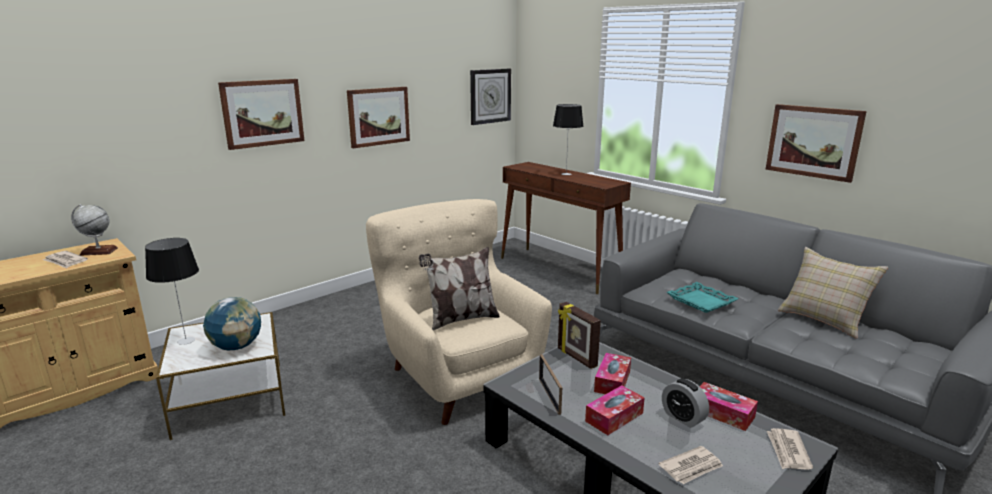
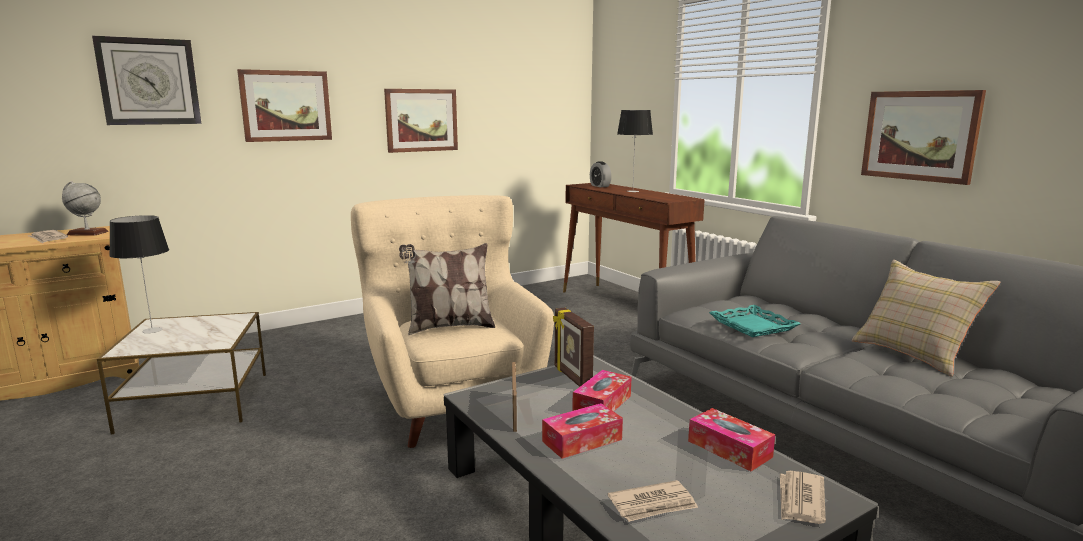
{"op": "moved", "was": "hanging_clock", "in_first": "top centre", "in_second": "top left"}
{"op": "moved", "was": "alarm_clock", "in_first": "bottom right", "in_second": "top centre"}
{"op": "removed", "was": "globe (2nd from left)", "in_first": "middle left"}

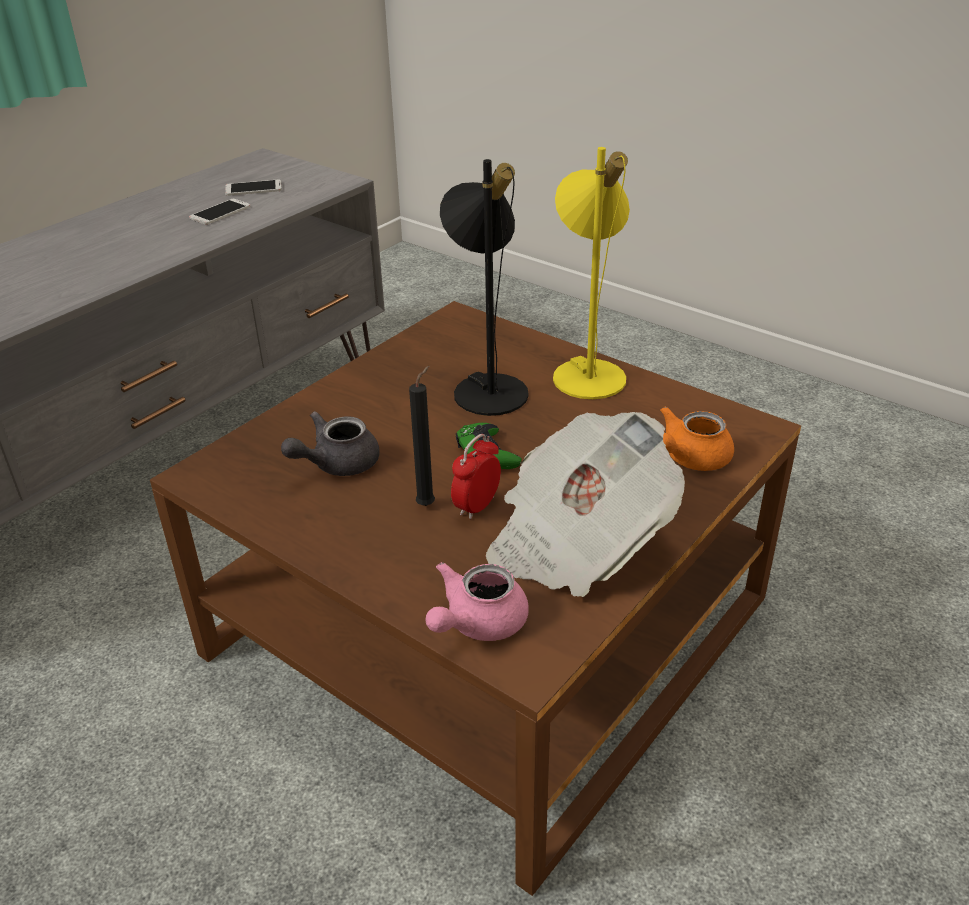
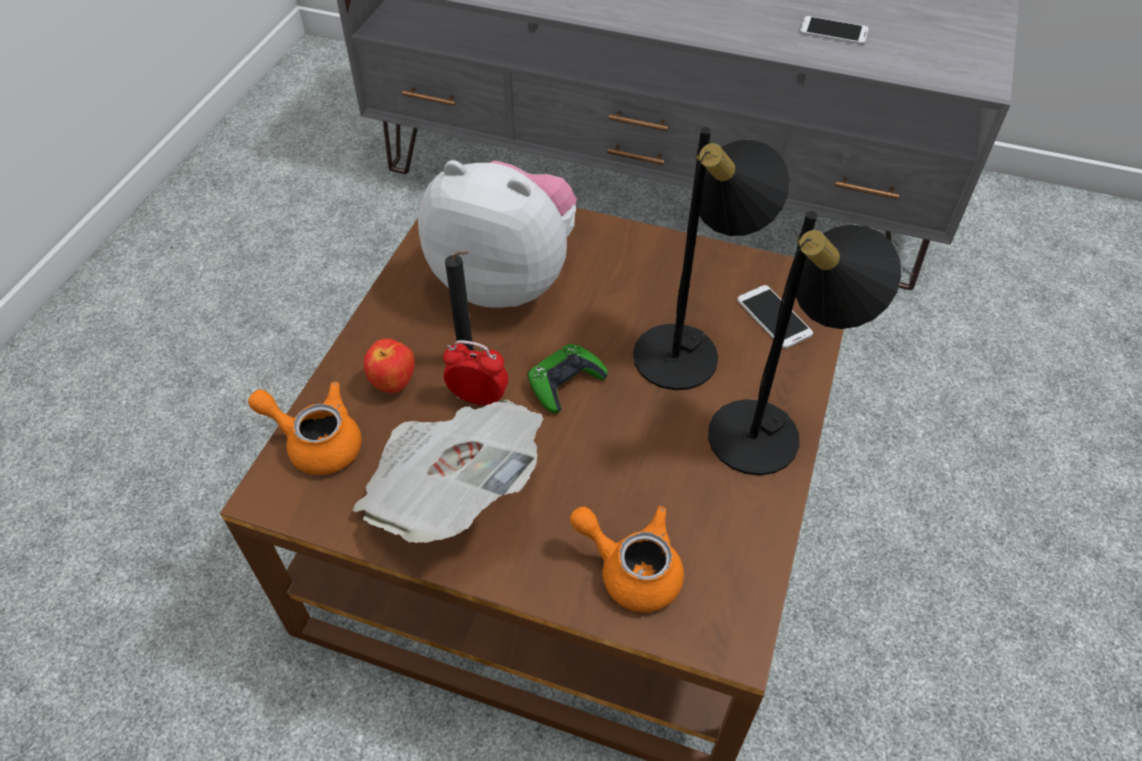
{"op": "recoloured", "was": "pink-coloured_pot_for_tea", "now": "orangey_pot_for_tea (1st from left)", "in_first": "centre", "in_second": "middle left"}
{"op": "added", "now": "apple", "in_second": "centre"}
{"op": "replaced", "was": "gray_pot_for_tea", "now": "cuddly_toy", "in_first": "centre", "in_second": "top centre"}
{"op": "recoloured", "was": "yellow-coloured_tabletop_lamp", "now": "black_tabletop_lamp (2nd from left)", "in_first": "top centre", "in_second": "middle right"}
{"op": "moved", "was": "telephone (2nd from left in the first image)", "now": "telephone (1st from left)", "in_first": "top left", "in_second": "middle right"}

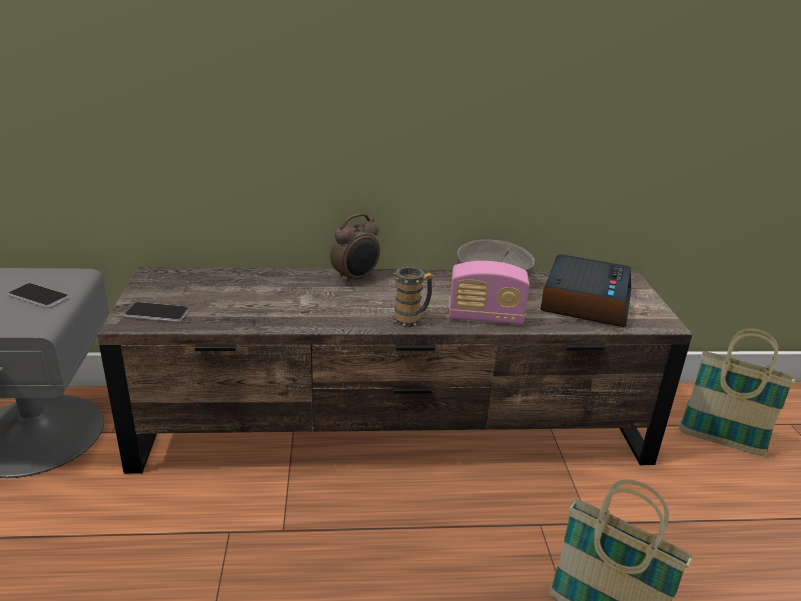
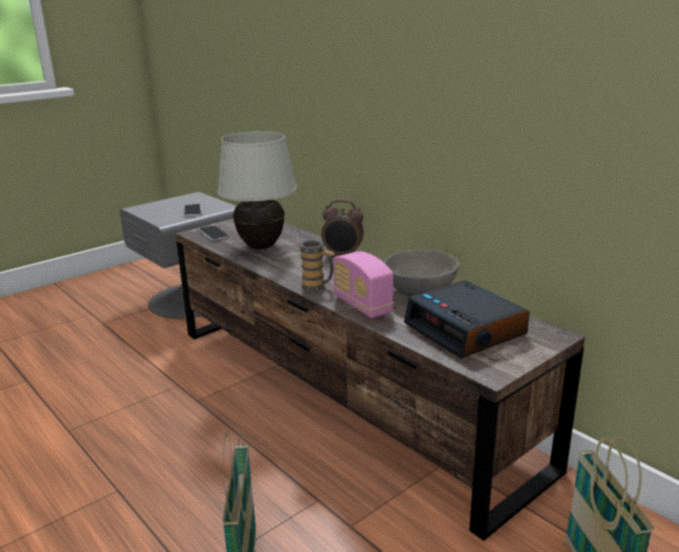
{"op": "added", "now": "whitish_tabletop_lamp", "in_second": "centre"}
{"op": "turned", "was": "alarm_clock (2nd from left)", "in_first": "middle right", "in_second": "middle right", "clockwise": 75}

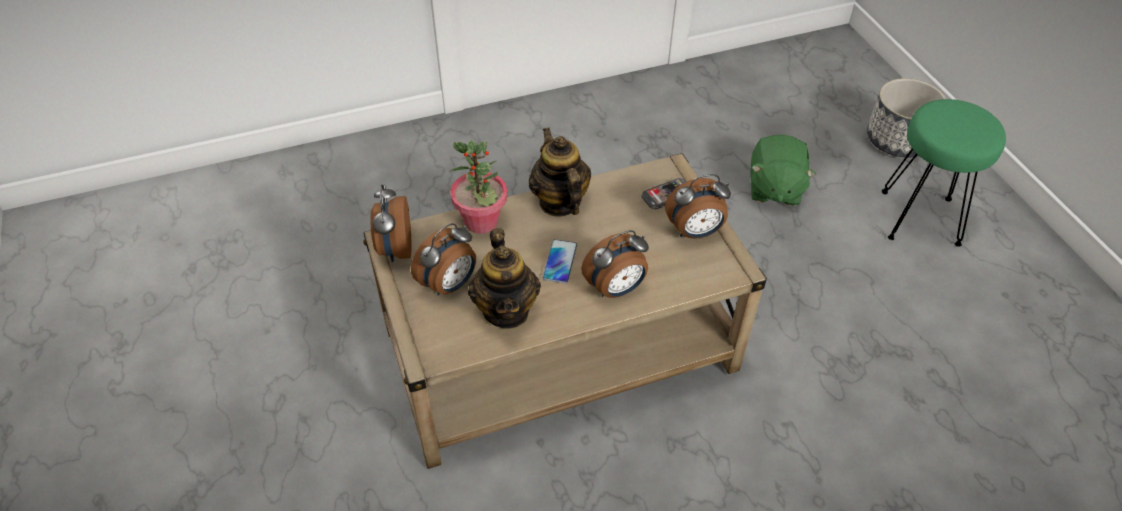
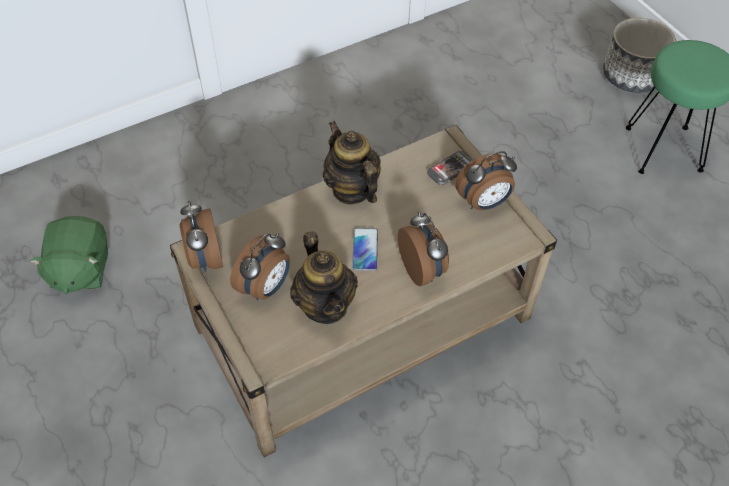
{"op": "moved", "was": "green-coloured_cuddly_toy", "in_first": "top right", "in_second": "middle left"}
{"op": "turned", "was": "alarm_clock (3rd from left)", "in_first": "centre", "in_second": "centre", "clockwise": -75}
{"op": "removed", "was": "plant_in_a_pot", "in_first": "centre"}

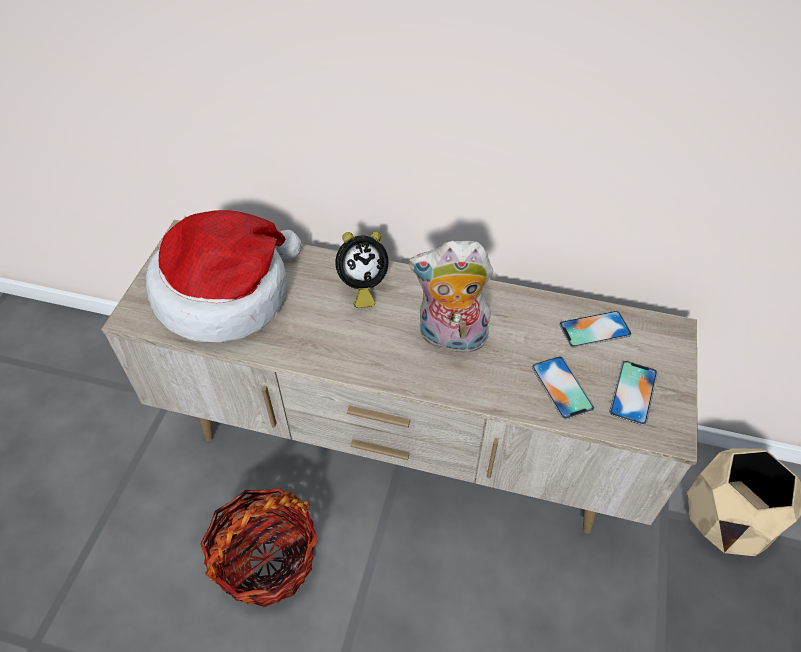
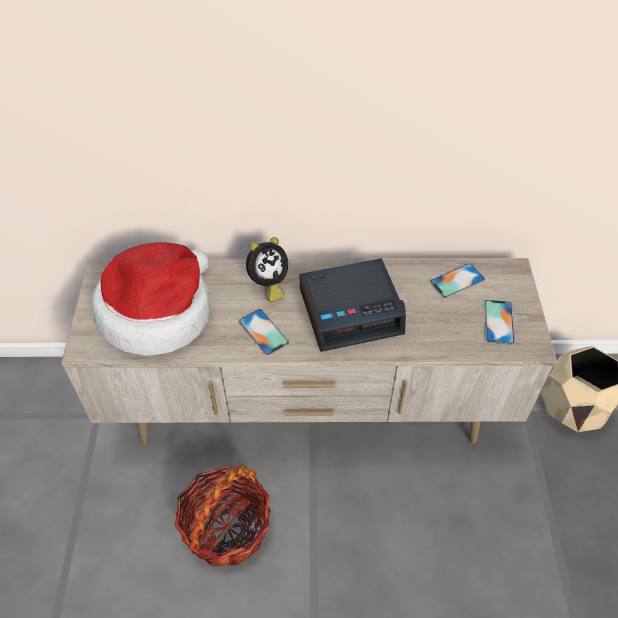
{"op": "moved", "was": "telephone (1st from left)", "in_first": "middle right", "in_second": "centre"}
{"op": "replaced", "was": "cuddly_toy", "now": "alarm_clock (2nd from left)", "in_first": "centre", "in_second": "centre"}

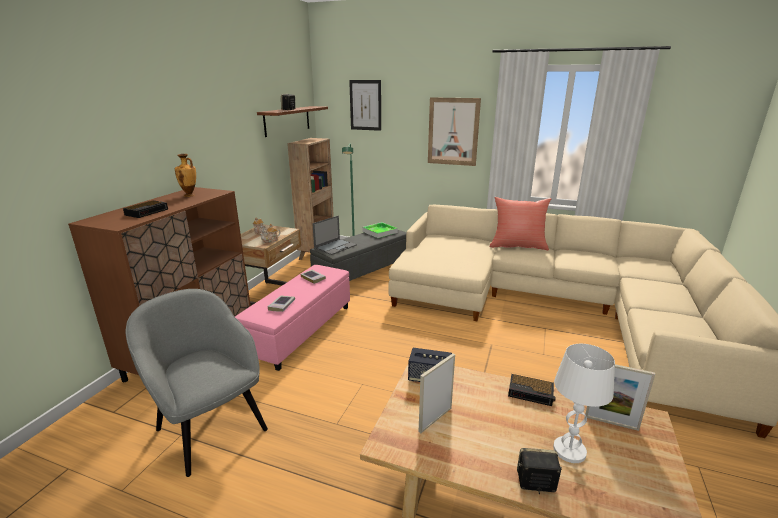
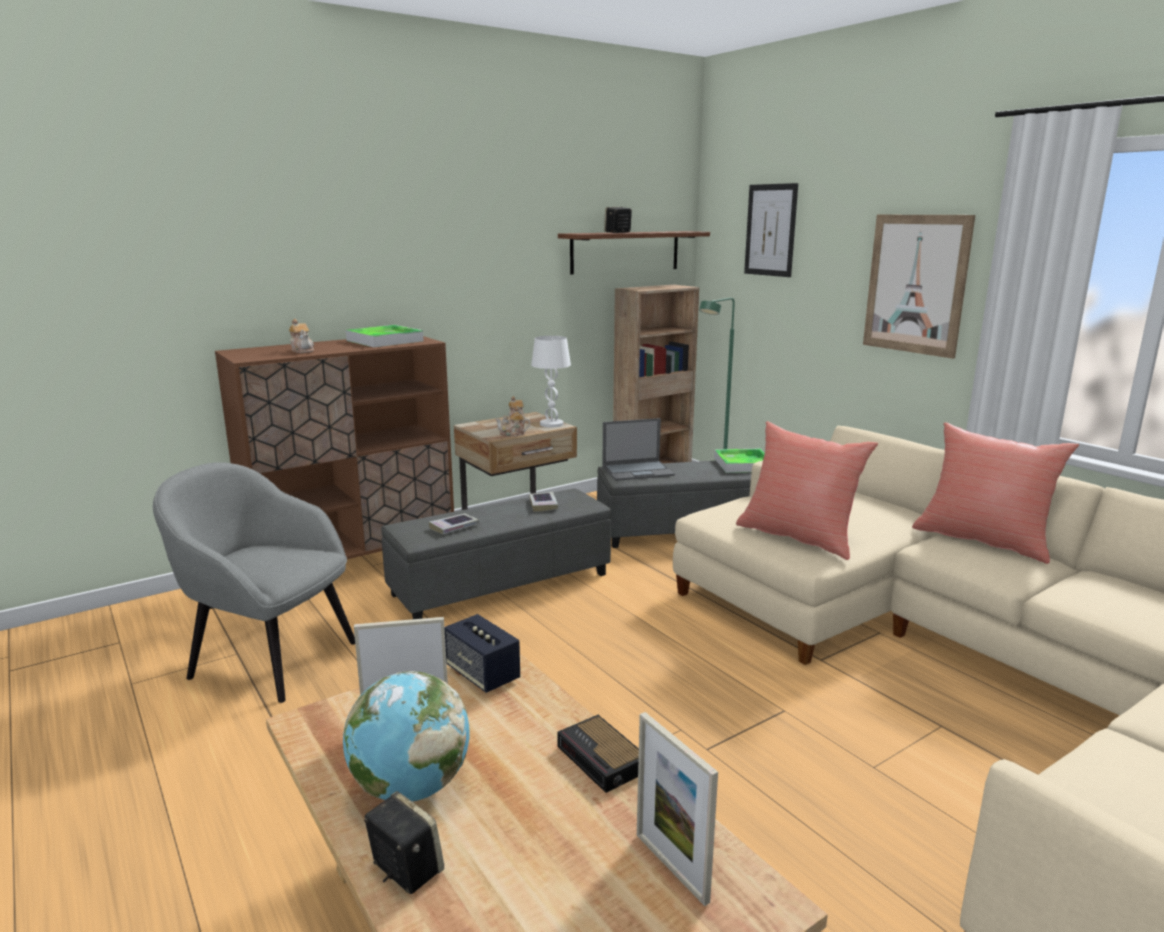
{"op": "turned", "was": "gray_lounge_chair", "in_first": "bottom left", "in_second": "middle left", "clockwise": -60}
{"op": "replaced", "was": "alarm_clock (1st from left)", "now": "pot_for_tea (1st from left)", "in_first": "middle left", "in_second": "middle left"}
{"op": "added", "now": "globe", "in_second": "bottom centre"}
{"op": "replaced", "was": "vase", "now": "serving_tray (1st from left)", "in_first": "middle left", "in_second": "middle left"}
{"op": "recoloured", "was": "pink-coloured_footrest", "now": "gray_footrest (1st from left)", "in_first": "centre", "in_second": "centre"}
{"op": "moved", "was": "whitish_tabletop_lamp", "in_first": "bottom right", "in_second": "centre"}
{"op": "added", "now": "red-coloured_pillow (1st from left)", "in_second": "middle right"}

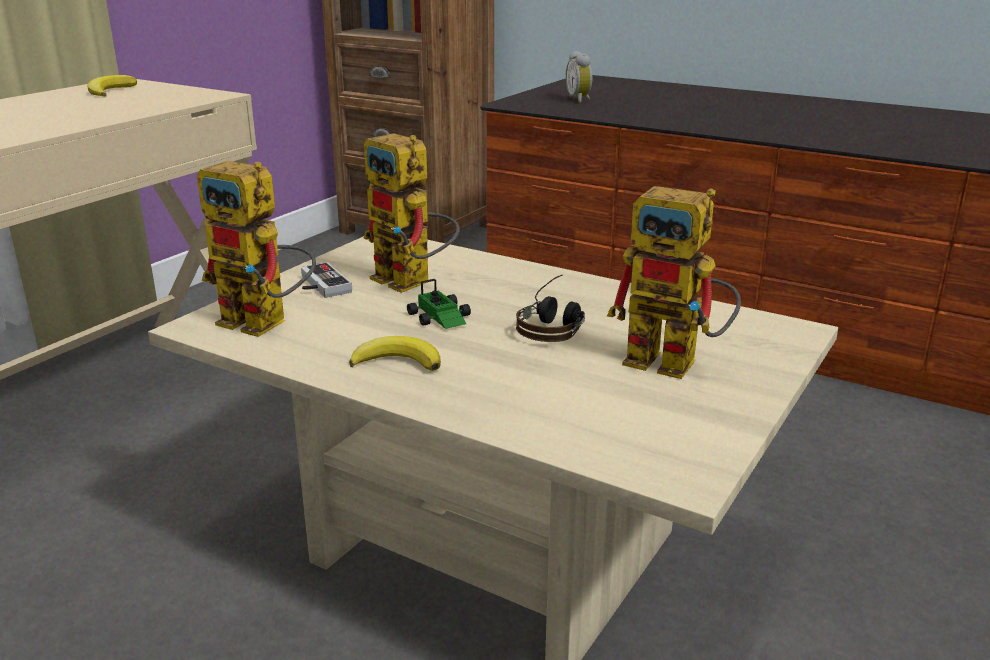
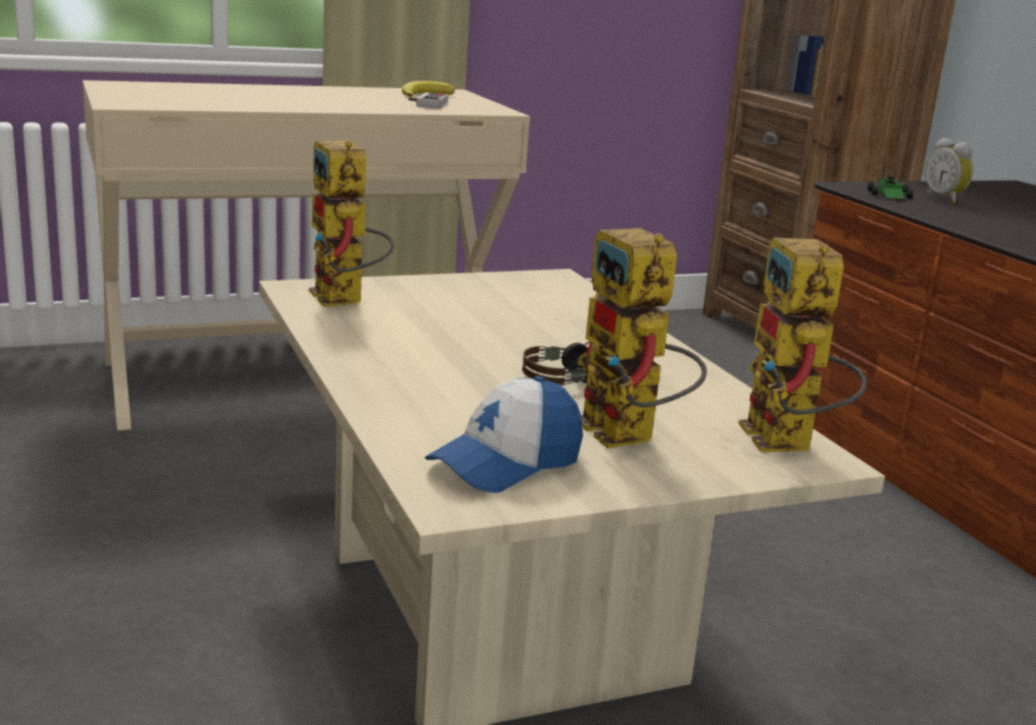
{"op": "moved", "was": "gamepad", "in_first": "middle left", "in_second": "top centre"}
{"op": "added", "now": "cap", "in_second": "centre"}
{"op": "moved", "was": "toy_robot (2nd from left in the first image)", "now": "toy_robot (3rd from left)", "in_first": "top centre", "in_second": "middle right"}
{"op": "moved", "was": "model_car", "in_first": "centre", "in_second": "top right"}
{"op": "turned", "was": "alarm_clock", "in_first": "top centre", "in_second": "top right", "clockwise": -45}
{"op": "removed", "was": "banana_fruit (2nd from left)", "in_first": "centre"}

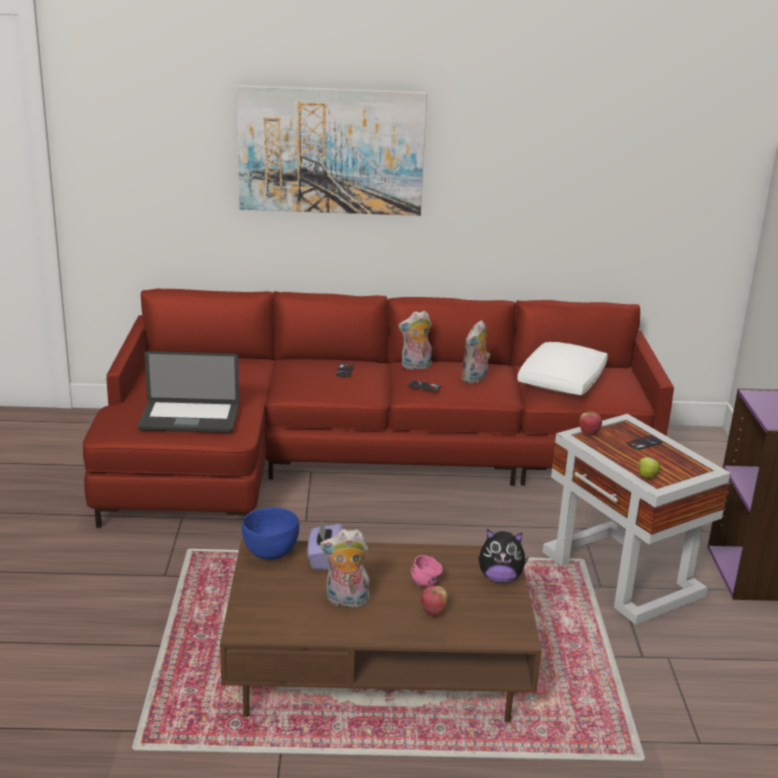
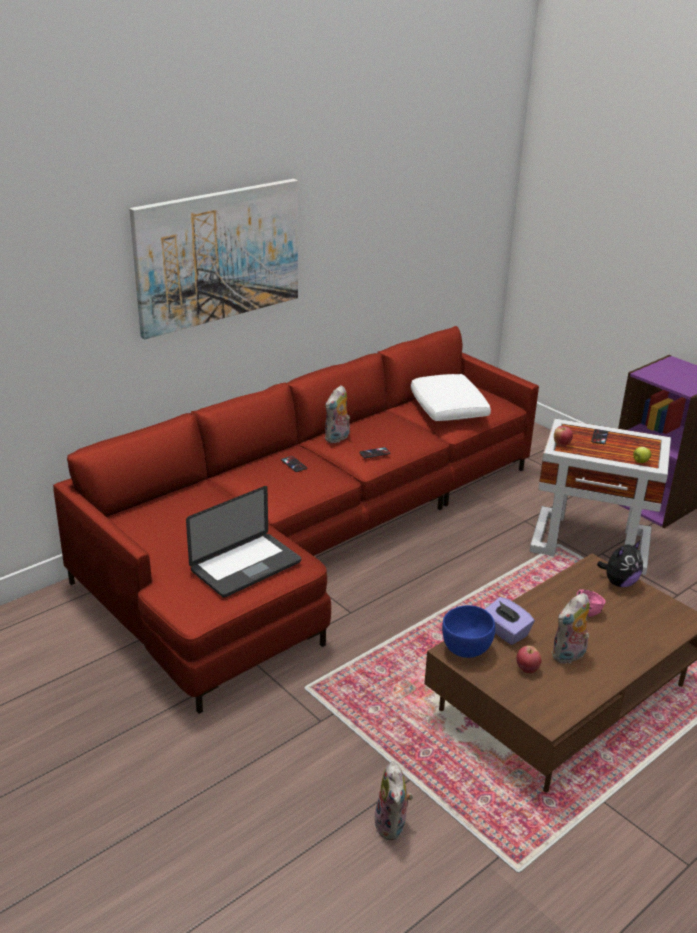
{"op": "moved", "was": "cuddly_toy (3rd from left in the first image)", "now": "cuddly_toy (2nd from left)", "in_first": "centre", "in_second": "bottom centre"}
{"op": "moved", "was": "apple (1st from left)", "in_first": "bottom centre", "in_second": "bottom right"}

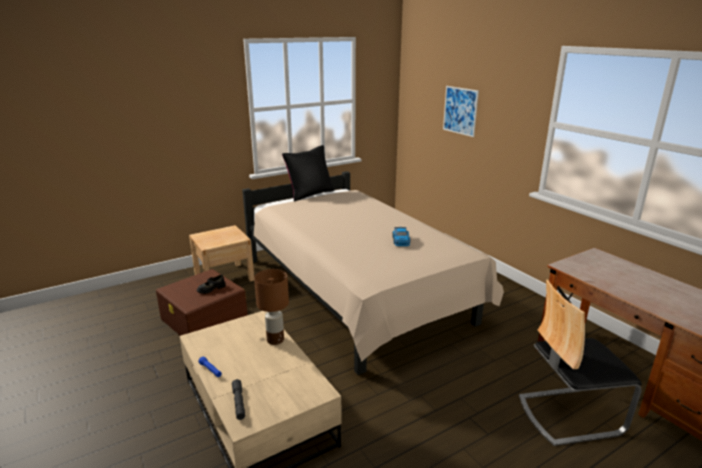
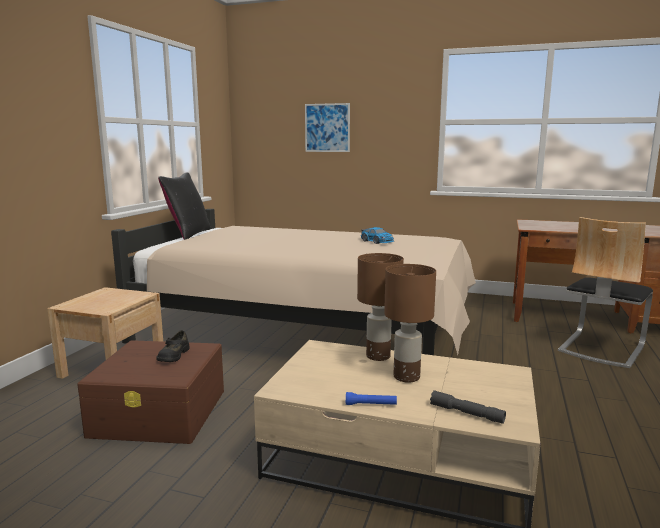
{"op": "added", "now": "brown-coloured_tabletop_lamp (2nd from left)", "in_second": "centre"}

